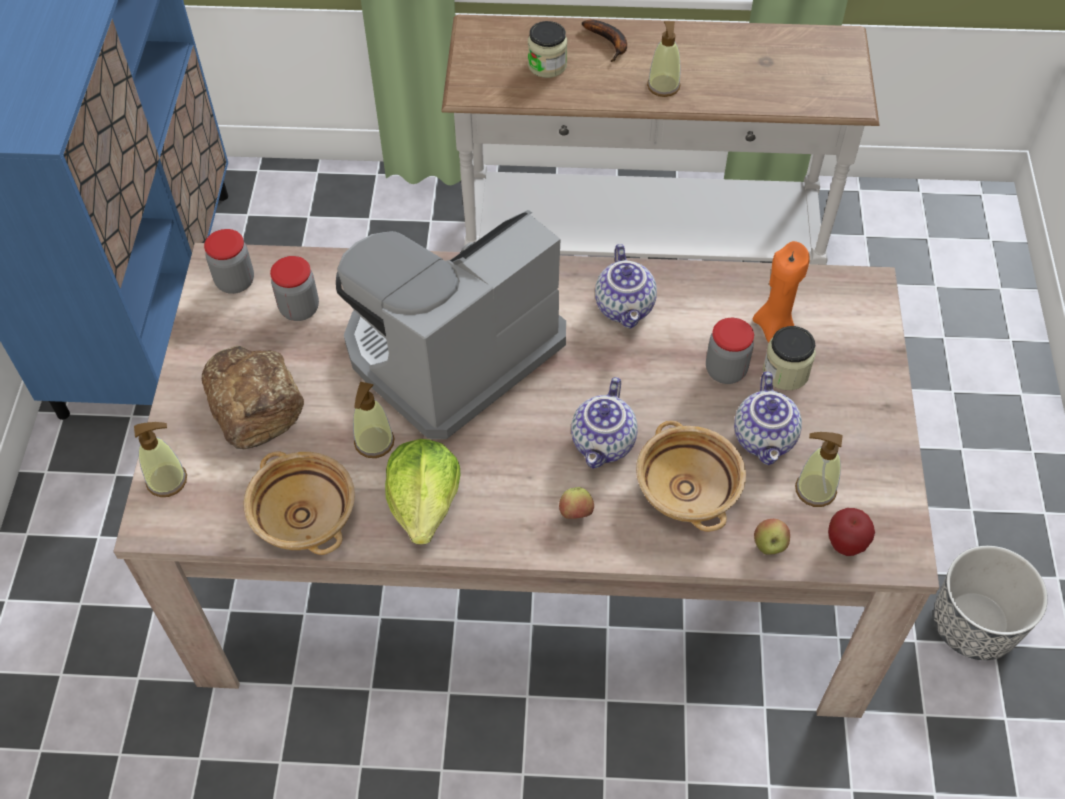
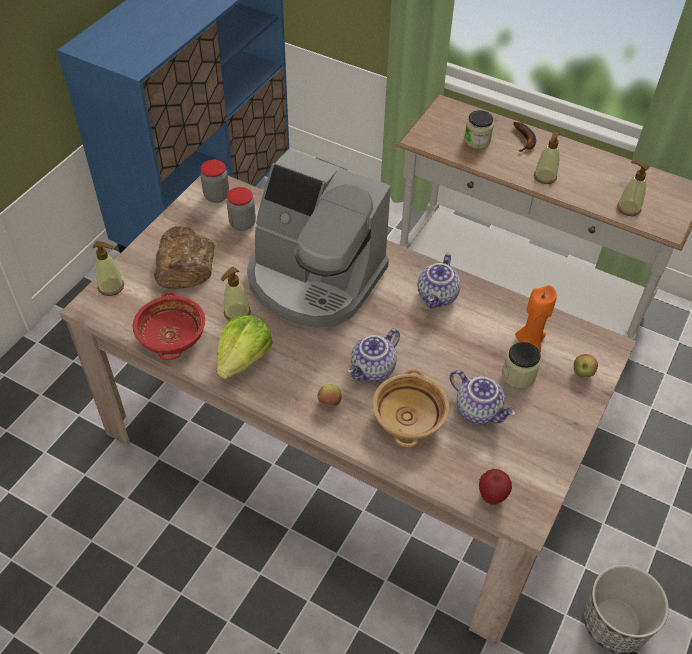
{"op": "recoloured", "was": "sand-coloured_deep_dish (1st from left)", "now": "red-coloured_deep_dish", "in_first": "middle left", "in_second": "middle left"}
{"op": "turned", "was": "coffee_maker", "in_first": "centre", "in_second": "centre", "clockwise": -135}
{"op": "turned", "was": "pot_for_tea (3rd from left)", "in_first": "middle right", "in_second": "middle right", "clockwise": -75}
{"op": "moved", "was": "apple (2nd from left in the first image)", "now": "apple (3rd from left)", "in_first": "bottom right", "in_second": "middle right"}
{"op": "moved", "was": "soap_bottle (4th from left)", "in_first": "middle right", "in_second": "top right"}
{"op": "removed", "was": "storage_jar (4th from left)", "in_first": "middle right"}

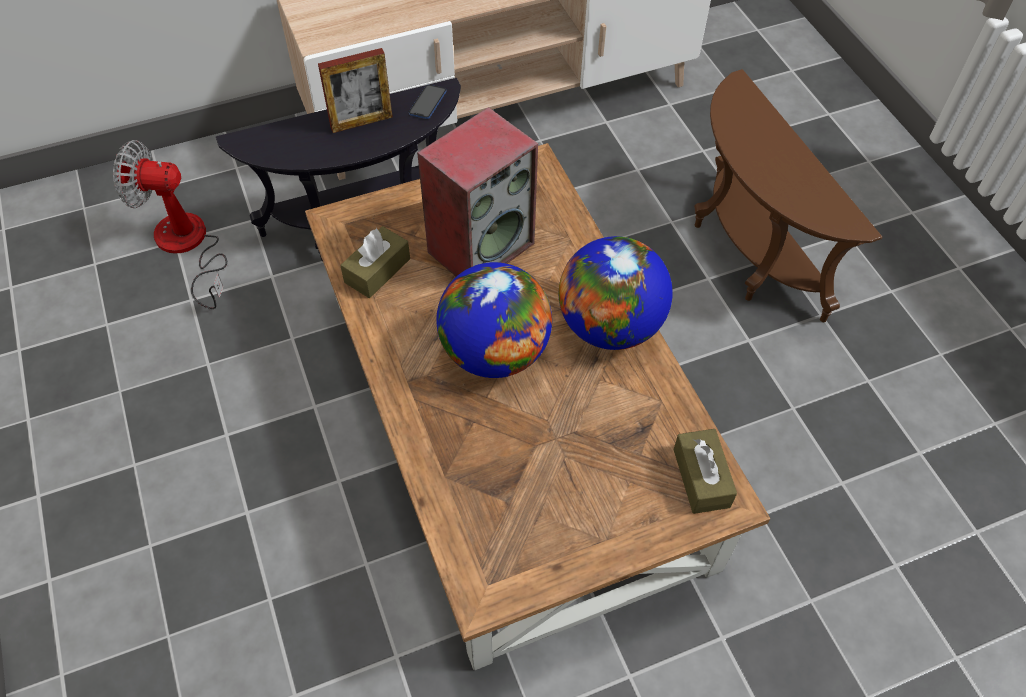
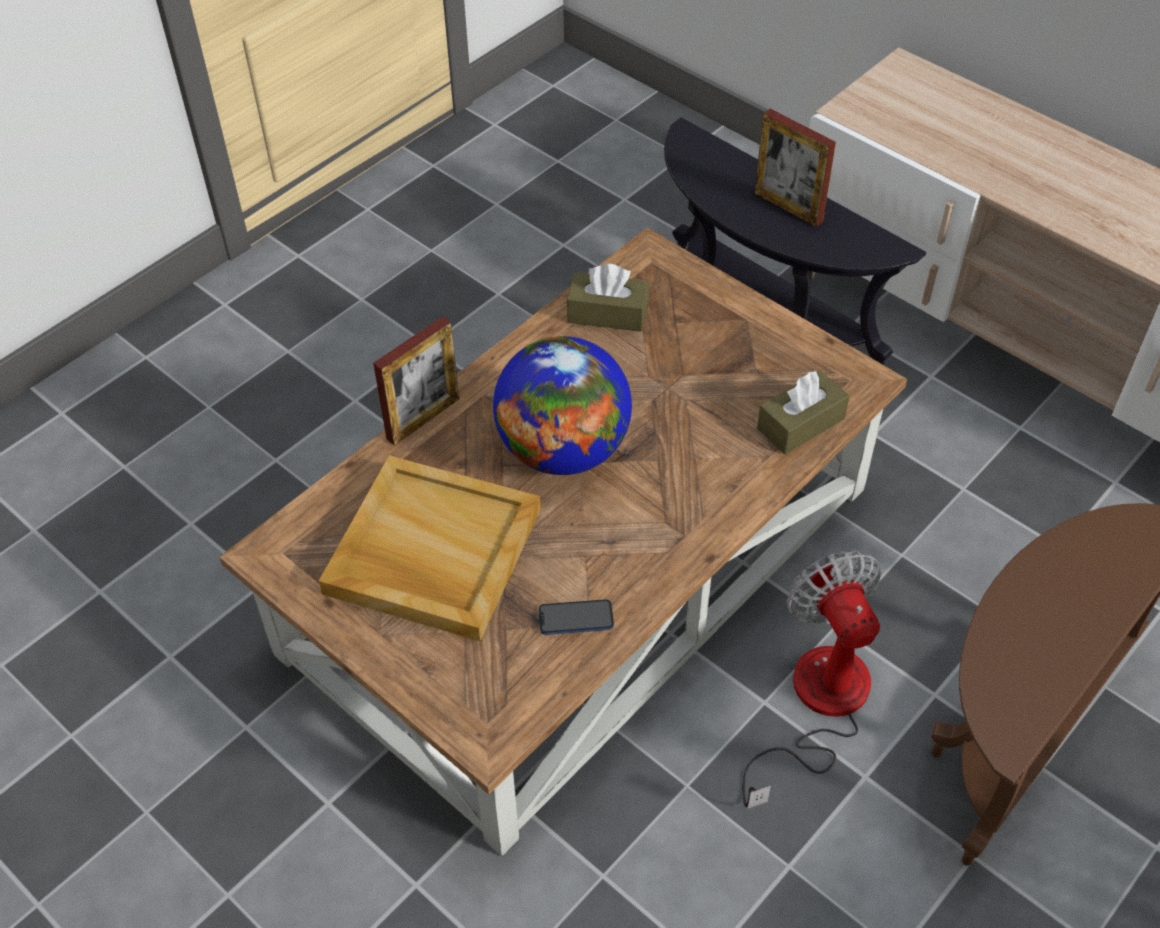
{"op": "added", "now": "sand-coloured_serving_tray", "in_second": "centre"}
{"op": "added", "now": "standing_frame (1st from left)", "in_second": "centre"}
{"op": "moved", "was": "telephone", "in_first": "top centre", "in_second": "centre"}
{"op": "moved", "was": "electric_fan", "in_first": "top left", "in_second": "bottom right"}
{"op": "moved", "was": "brown-coloured_box_of_tissues (2nd from left)", "in_first": "bottom right", "in_second": "middle right"}
{"op": "removed", "was": "speaker", "in_first": "top centre"}
{"op": "removed", "was": "globe (2nd from left)", "in_first": "centre"}

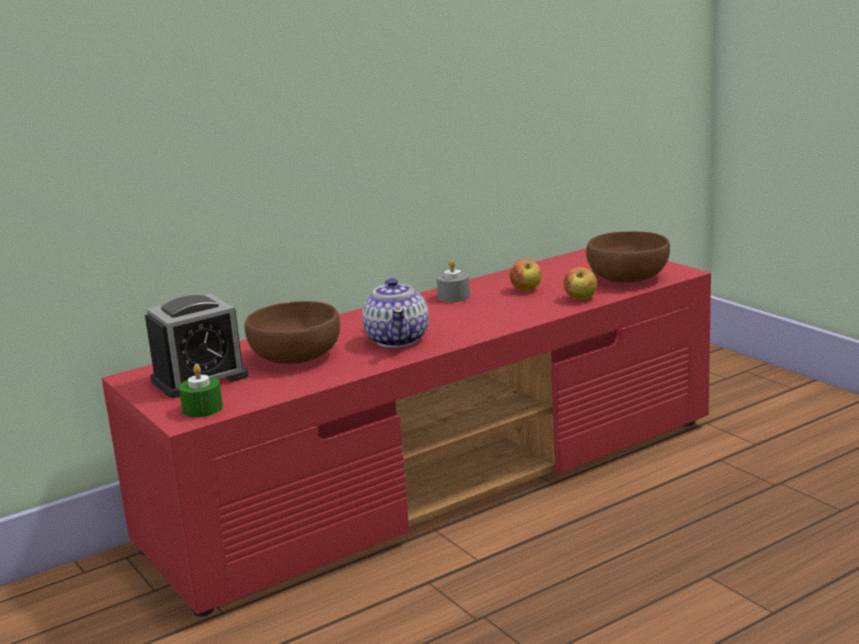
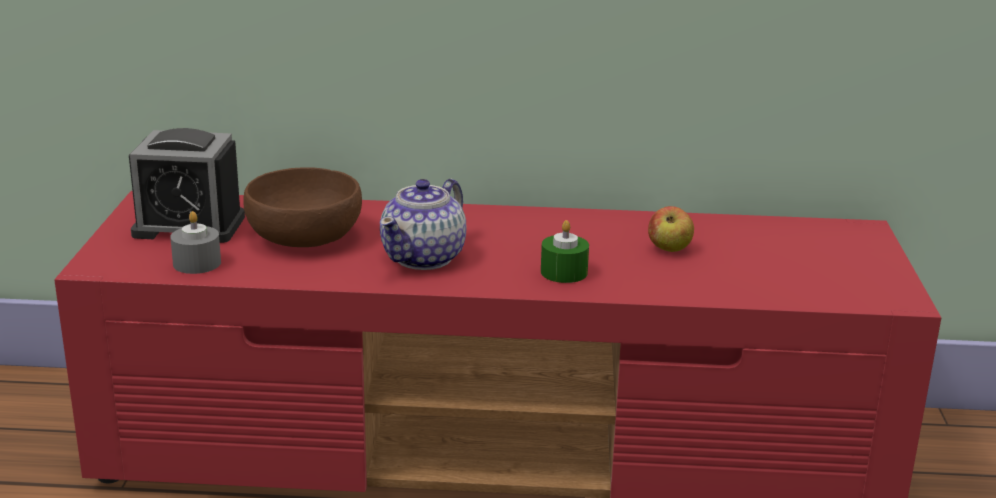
{"op": "moved", "was": "gray_candle", "in_first": "centre", "in_second": "middle left"}
{"op": "moved", "was": "green-coloured_candle", "in_first": "middle left", "in_second": "centre"}
{"op": "removed", "was": "apple (2nd from left)", "in_first": "middle right"}
{"op": "removed", "was": "brown-coloured_deep_dish (2nd from left)", "in_first": "middle right"}

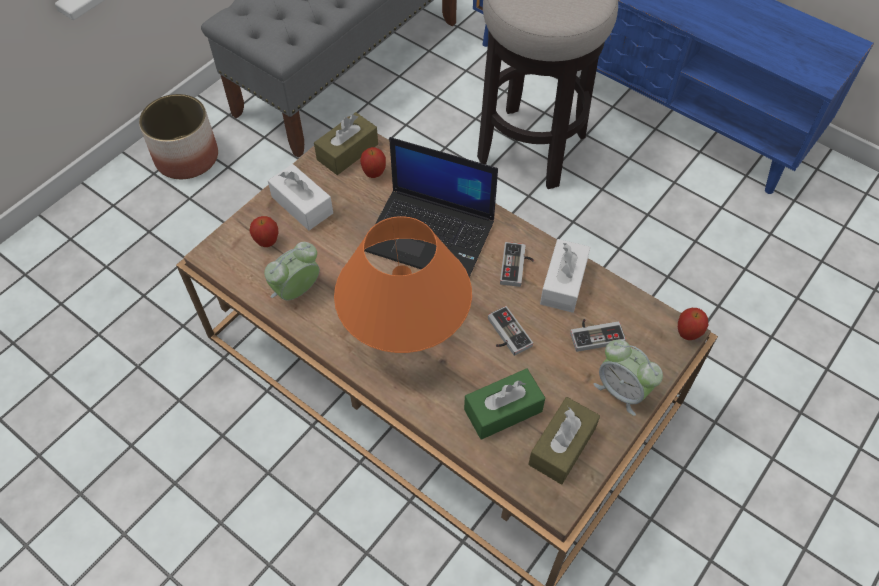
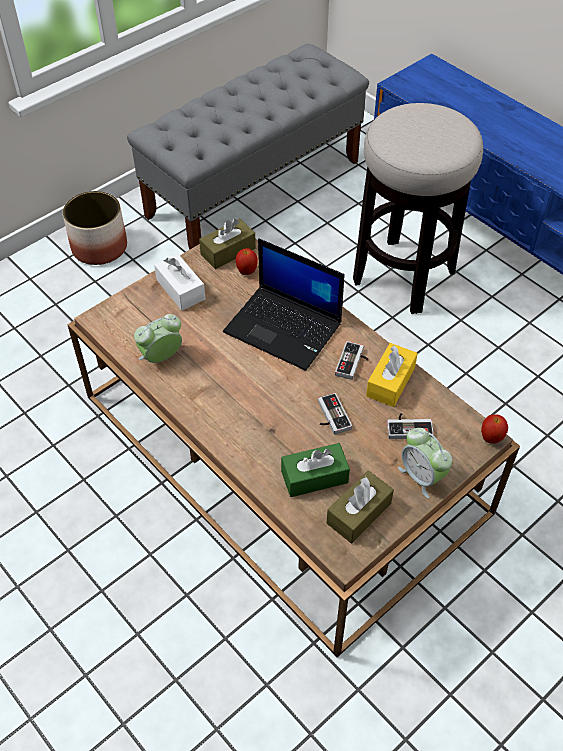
{"op": "recoloured", "was": "whitish_box_of_tissues (2nd from left)", "now": "yellow-coloured_box_of_tissues", "in_first": "centre", "in_second": "middle right"}
{"op": "removed", "was": "apple (1st from left)", "in_first": "middle left"}
{"op": "removed", "was": "orangey_tabletop_lamp", "in_first": "centre"}

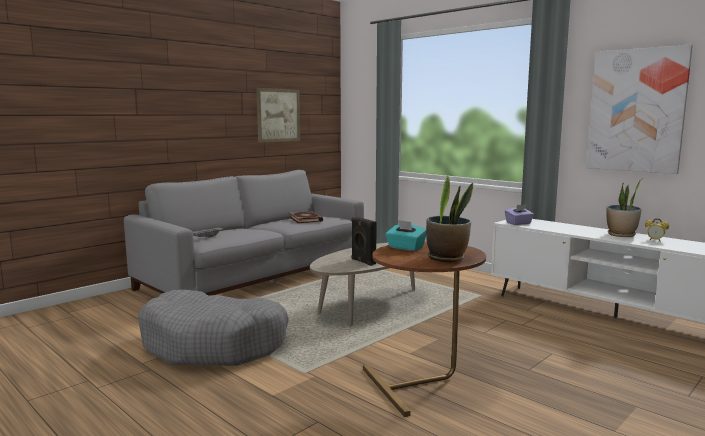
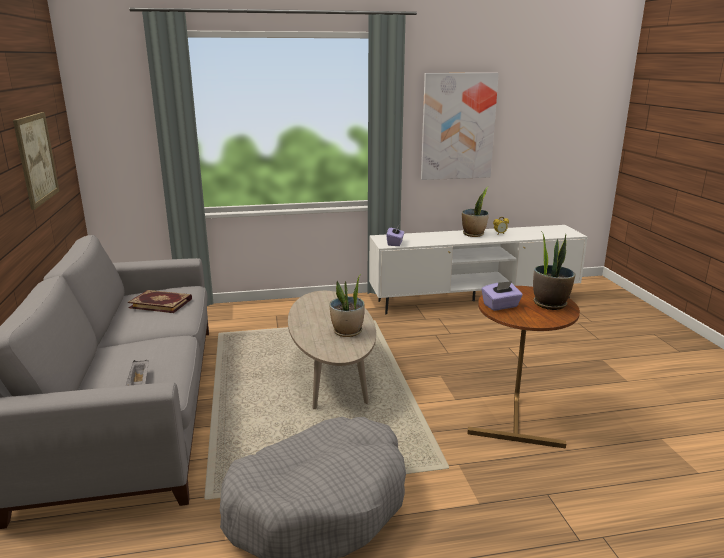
{"op": "replaced", "was": "black_speaker", "now": "plant_in_a_pot (1st from left)", "in_first": "centre", "in_second": "centre"}
{"op": "recoloured", "was": "turquoise_box_of_tissues", "now": "purple_box_of_tissues (2nd from left)", "in_first": "centre", "in_second": "middle right"}

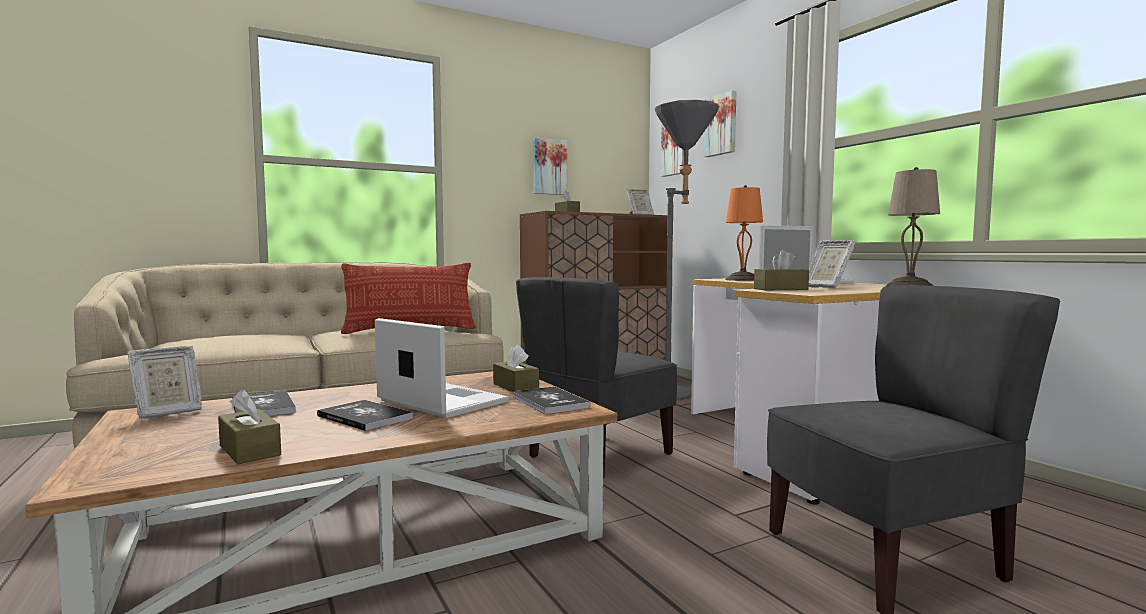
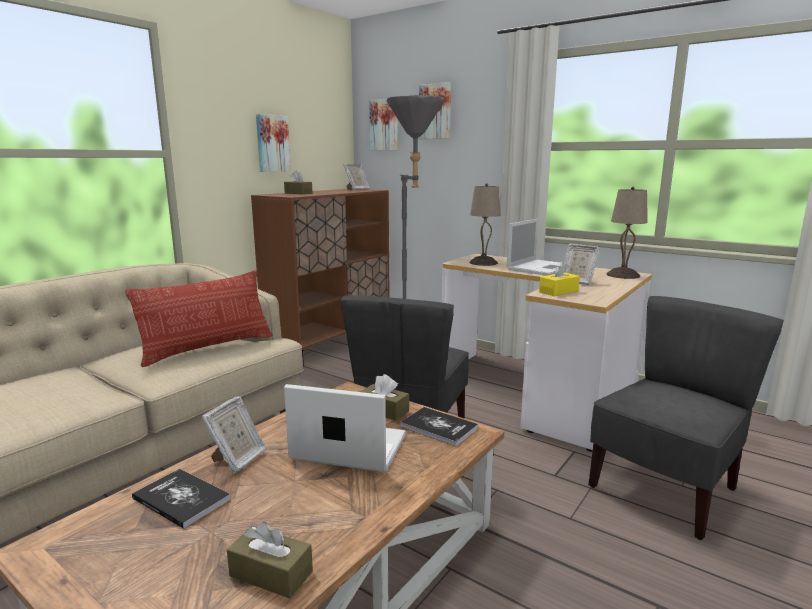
{"op": "moved", "was": "standing_frame (1st from left)", "in_first": "middle left", "in_second": "bottom left"}
{"op": "recoloured", "was": "orangey_tabletop_lamp", "now": "sand-coloured_tabletop_lamp (1st from left)", "in_first": "centre", "in_second": "centre"}
{"op": "recoloured", "was": "brown-coloured_box_of_tissues (4th from left)", "now": "yellow-coloured_box_of_tissues", "in_first": "middle right", "in_second": "middle right"}
{"op": "removed", "was": "bound_book (2nd from left)", "in_first": "bottom left"}

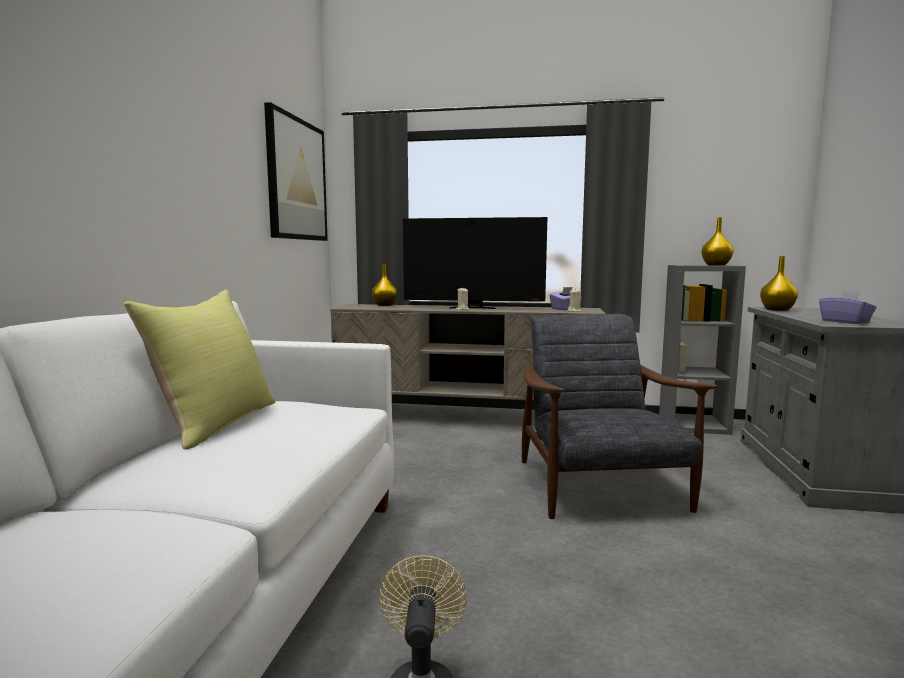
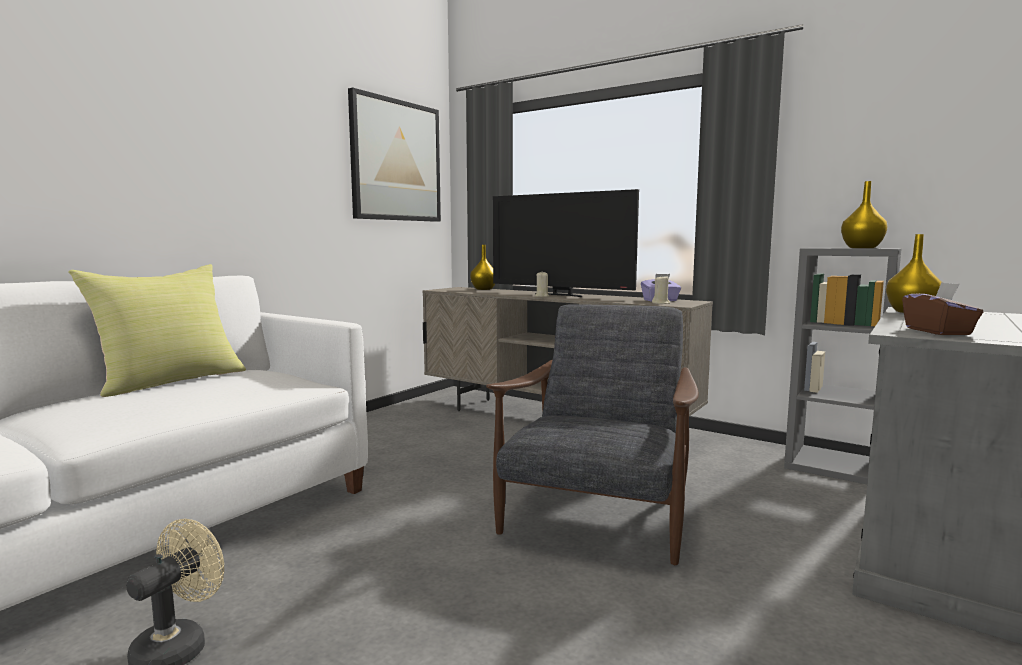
{"op": "recoloured", "was": "purple_box_of_tissues (2nd from left)", "now": "brown-coloured_box_of_tissues", "in_first": "middle right", "in_second": "middle right"}

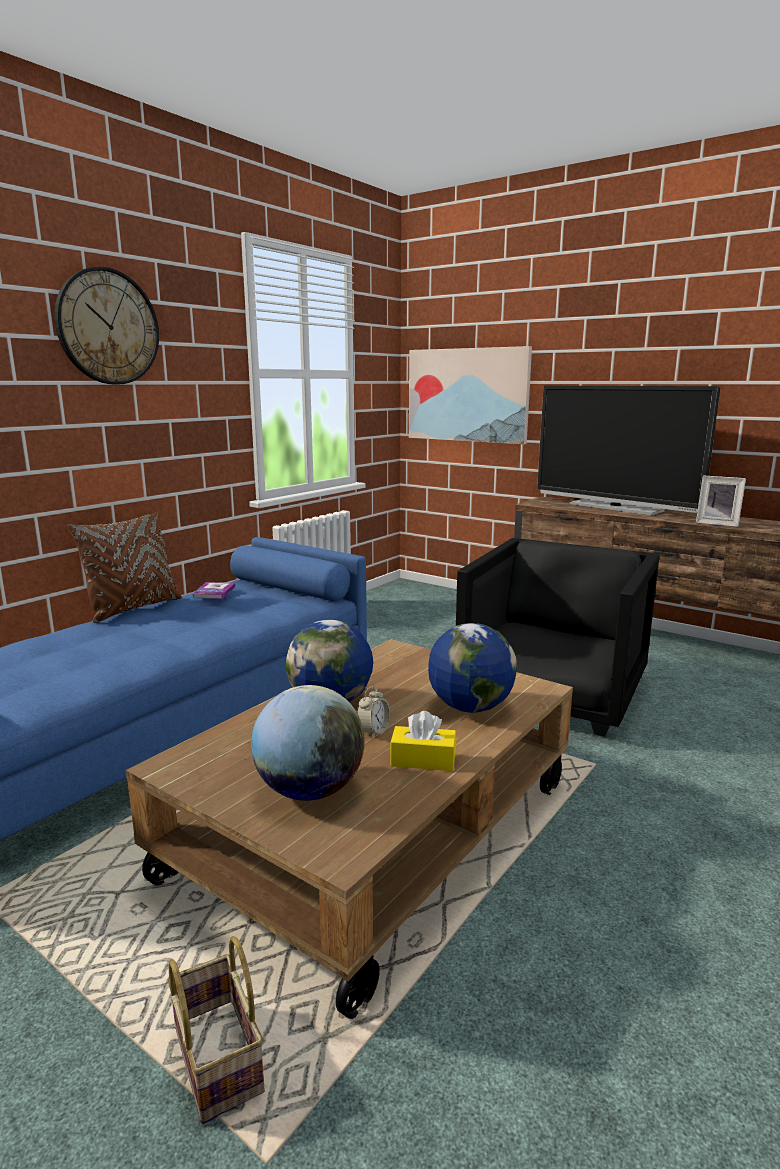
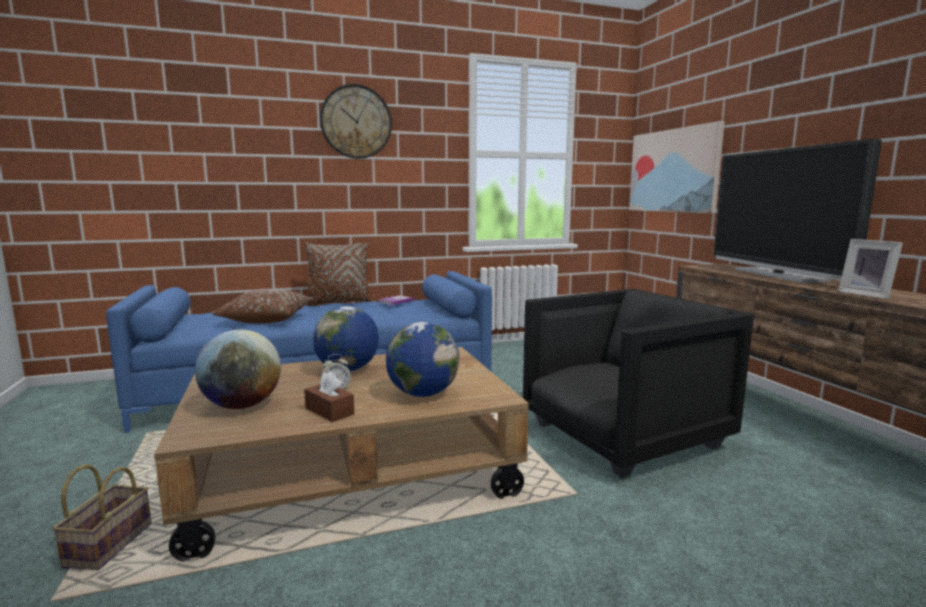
{"op": "added", "now": "brown-coloured_pillow (1st from left)", "in_second": "middle left"}
{"op": "recoloured", "was": "yellow-coloured_box_of_tissues", "now": "brown-coloured_box_of_tissues", "in_first": "centre", "in_second": "centre"}

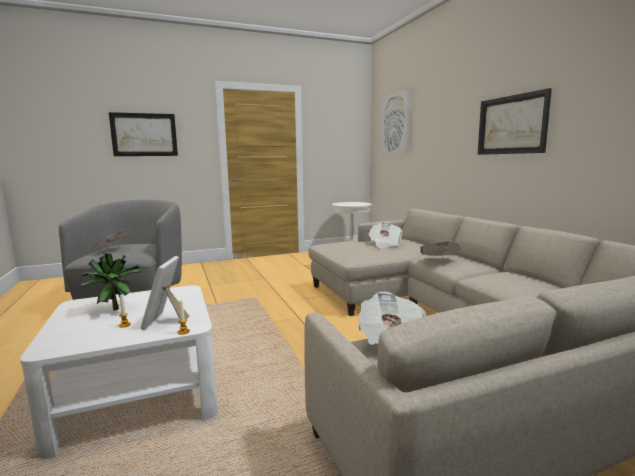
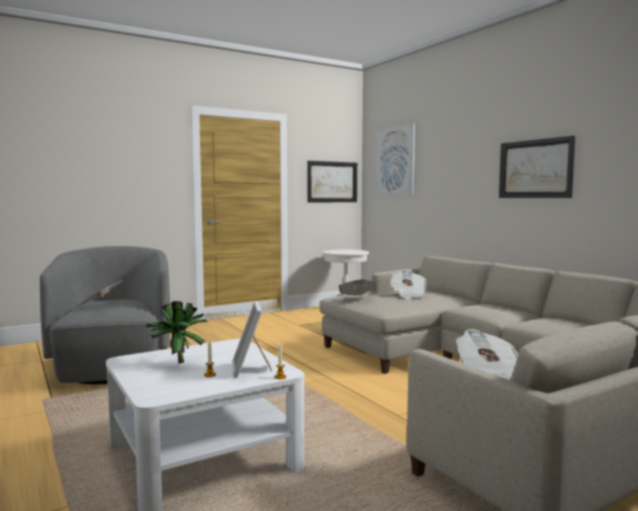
{"op": "moved", "was": "picture (1st from left)", "in_first": "top left", "in_second": "centre"}
{"op": "moved", "was": "printed_paper (4th from left in the first image)", "now": "printed_paper (2nd from left)", "in_first": "middle right", "in_second": "centre"}

